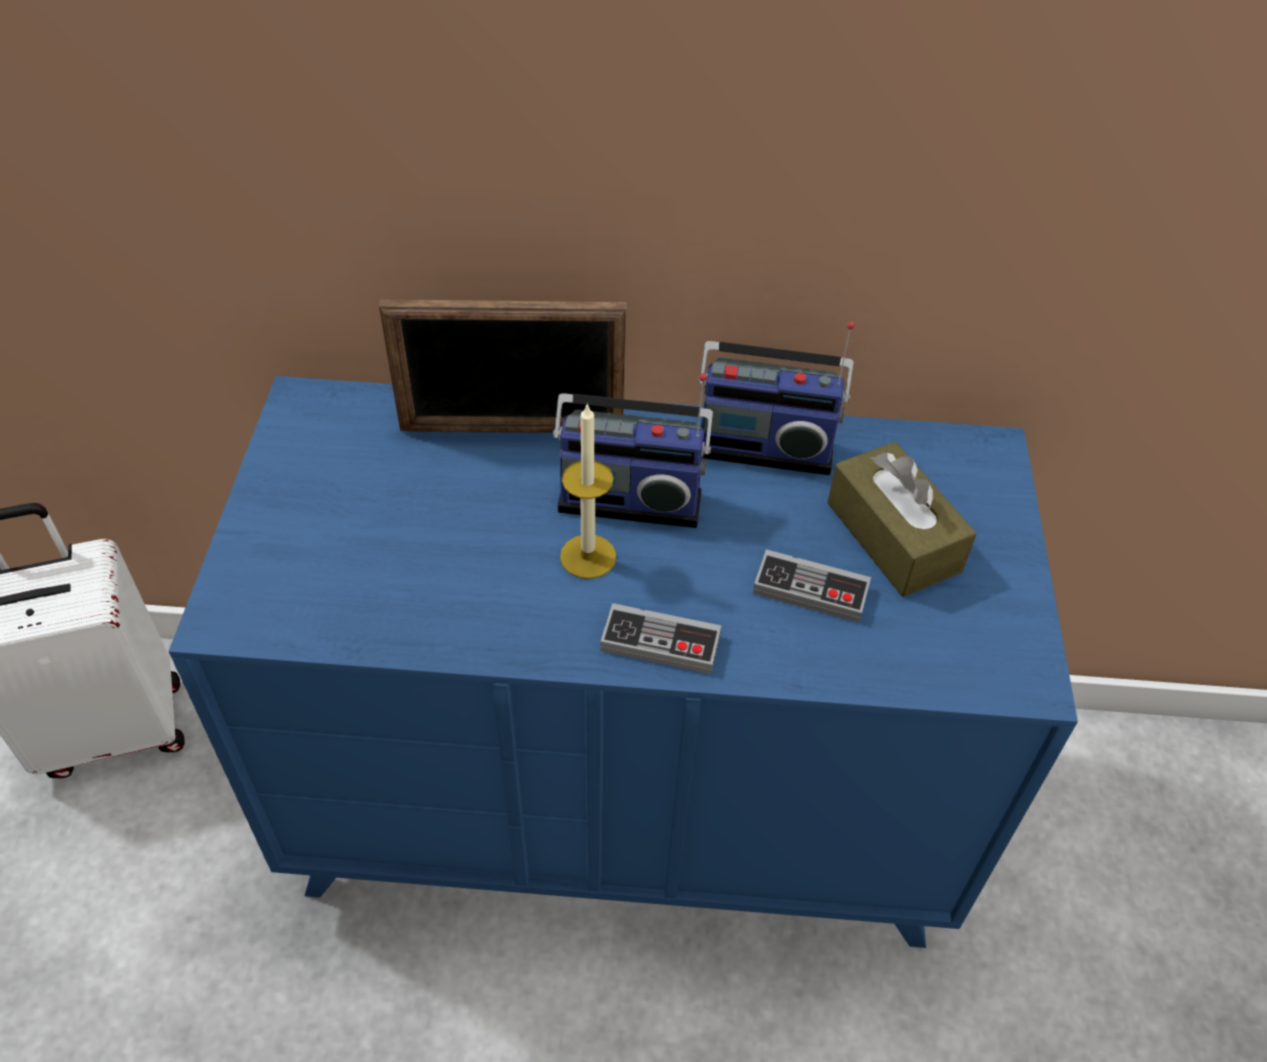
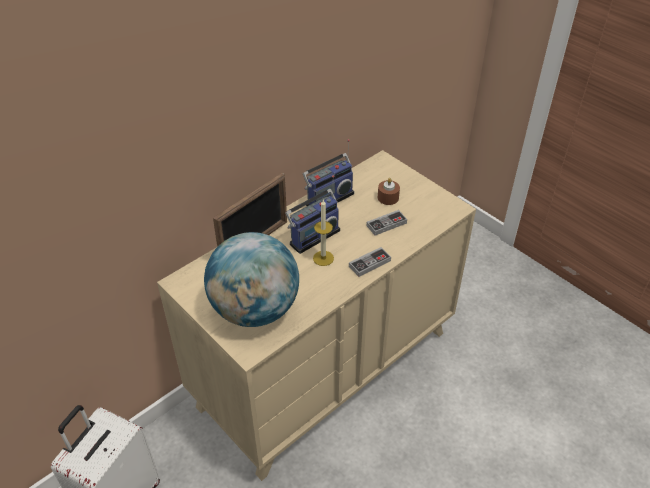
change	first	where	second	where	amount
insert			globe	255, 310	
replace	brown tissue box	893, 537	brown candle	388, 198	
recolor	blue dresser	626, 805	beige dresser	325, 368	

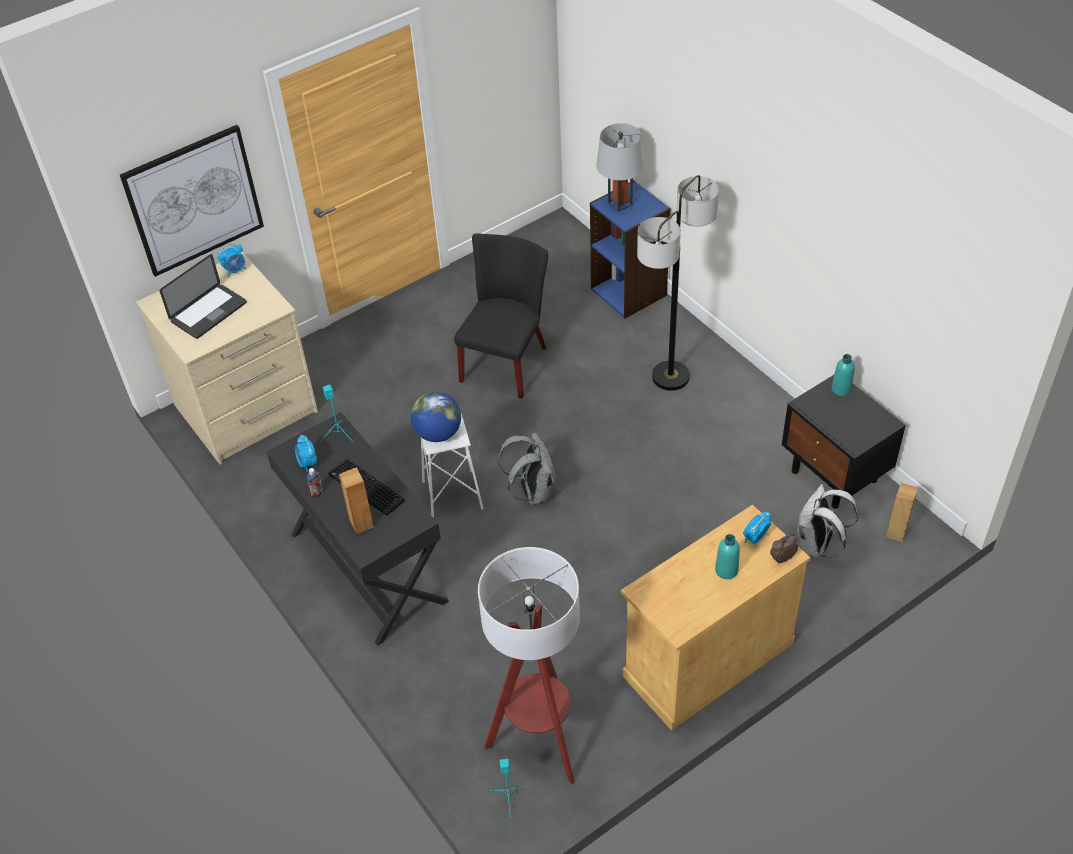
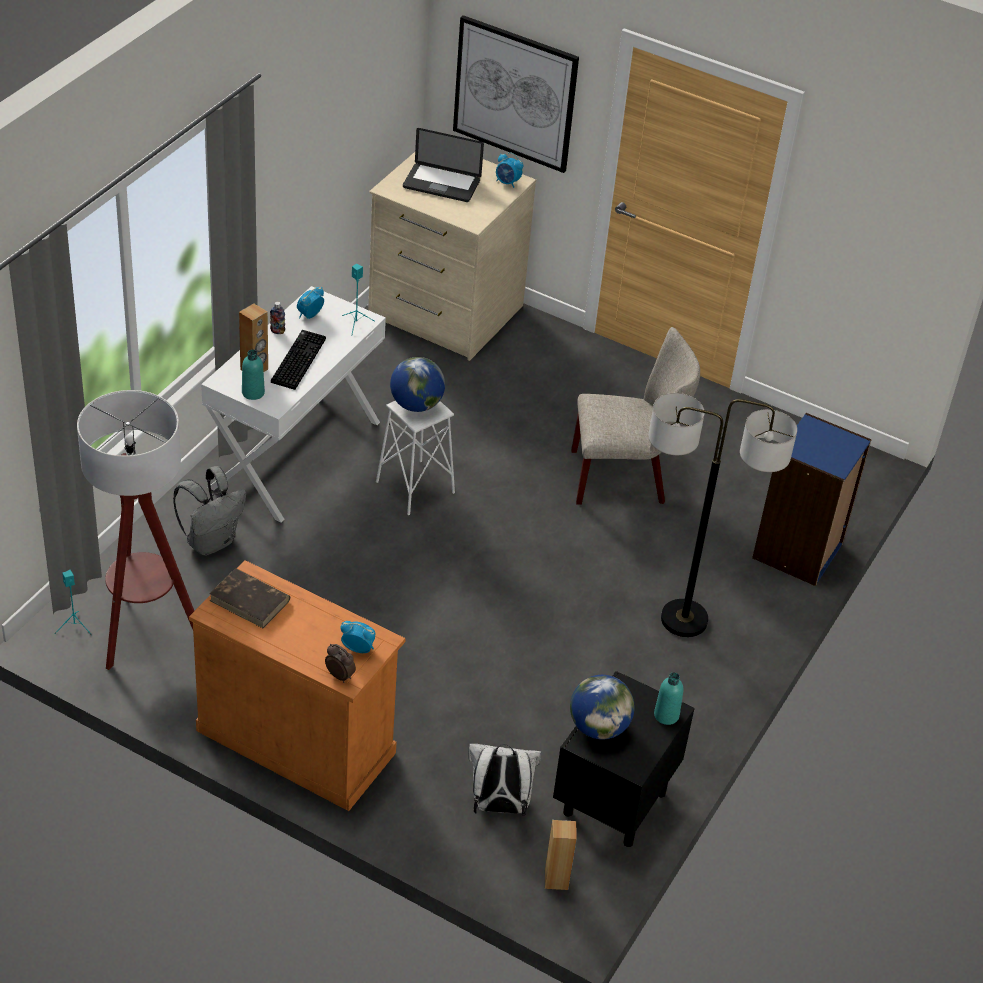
change	first	where	second	where	amount
delete	grey table lamp	620, 203			
insert			brown book	250, 601	
insert			globe	598, 727	
move	grey backpack	532, 492		211, 541	
move	turquoise bottle	726, 570		253, 393	
recolor	black desk	367, 567	white desk	294, 453	
recolor	black chair	507, 360	beige chair	625, 477	
recolor	beige cabinet	707, 659	orange cabinet	296, 741	

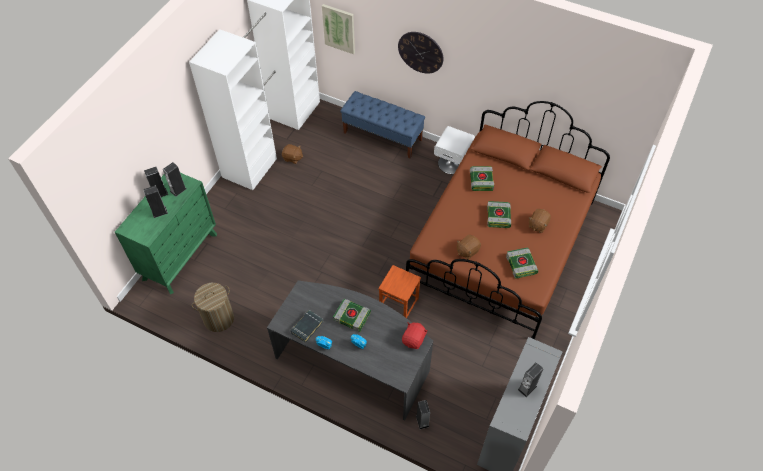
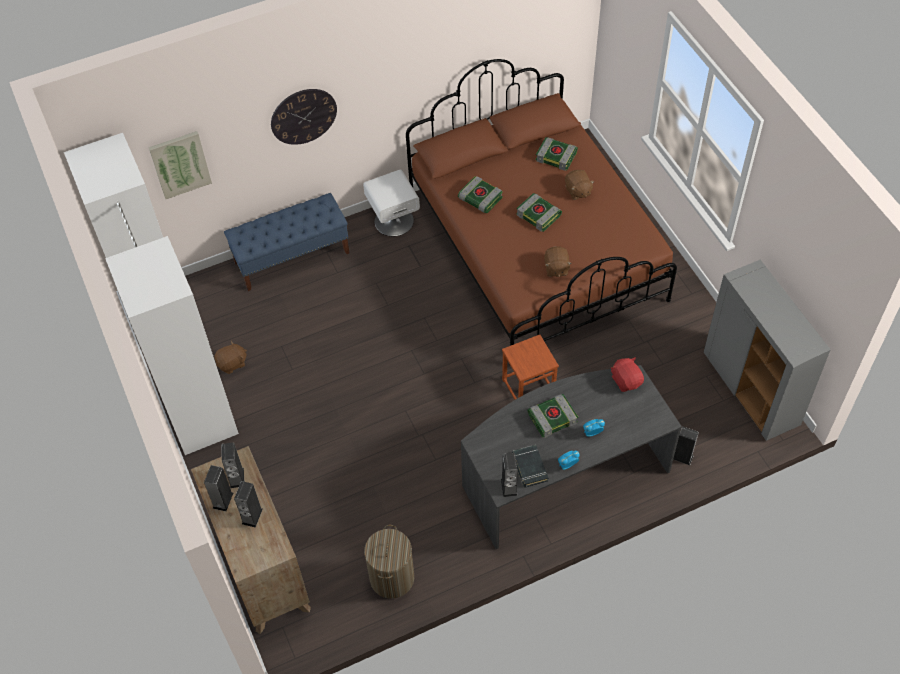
change	first	where	second	where	amount
move	book	522, 265		557, 156	
move	speaker	527, 388		509, 487	
recolor	green dresser	180, 256	brown dresser	262, 570	

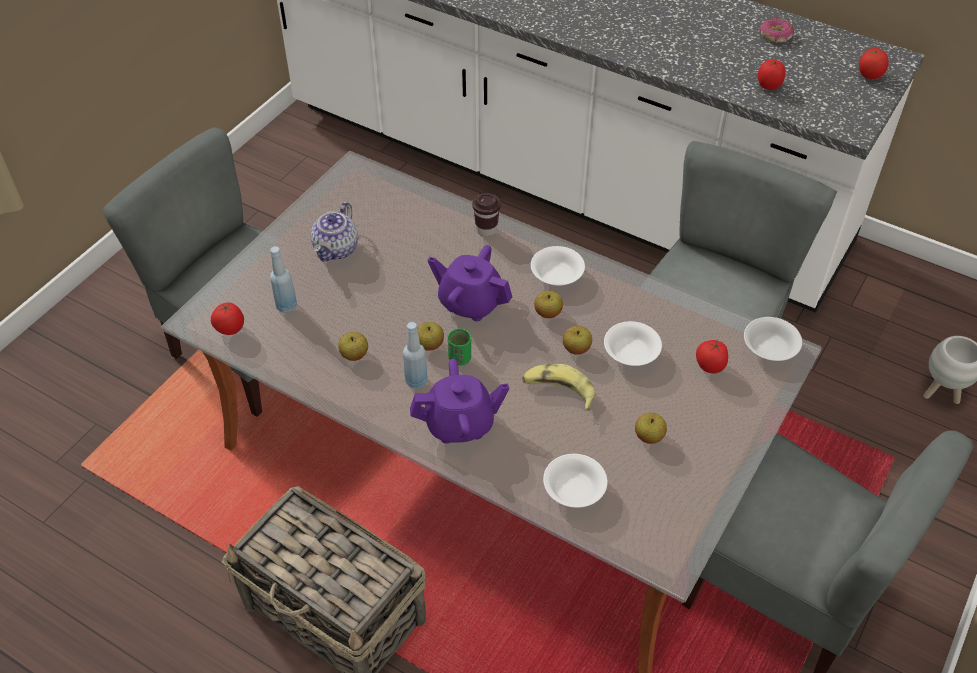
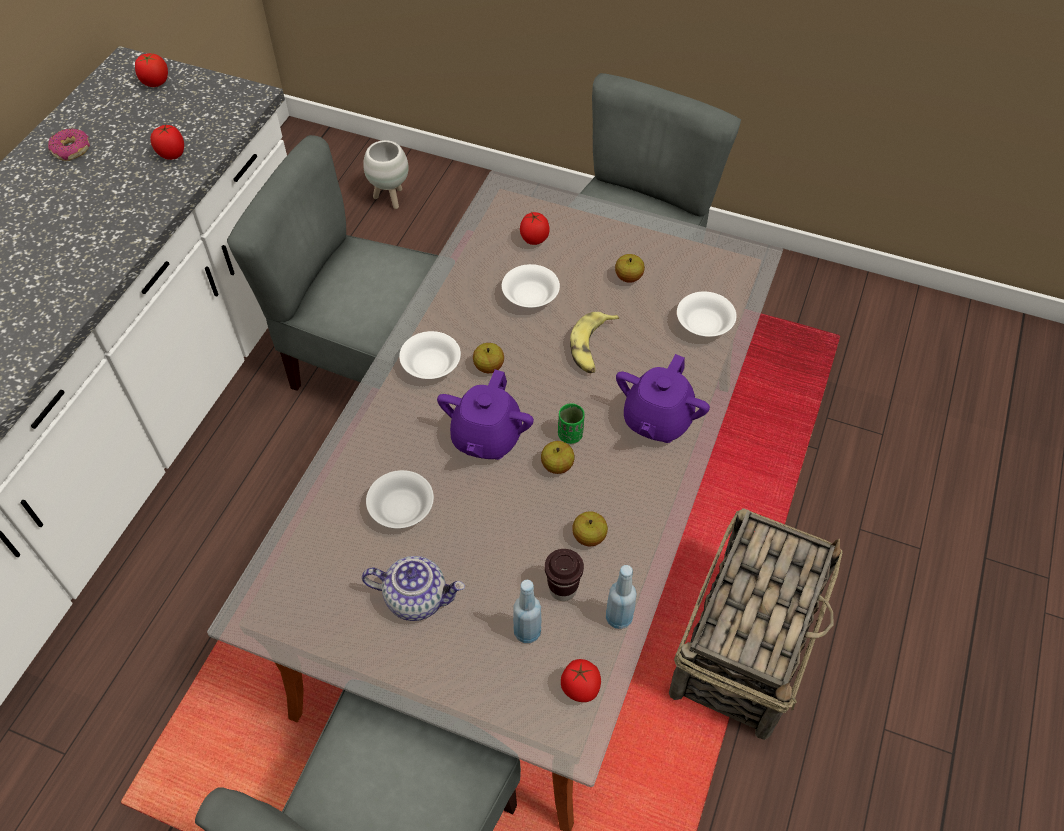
change	first	where	second	where	amount
delete	apple	576, 349			
move	blue bottle	416, 381		619, 617	
move	brown cup	486, 230		562, 589	
move	white bowl	770, 348		401, 507	
rotate	purple teapot	460, 424		657, 420	135 degrees counterclockwise

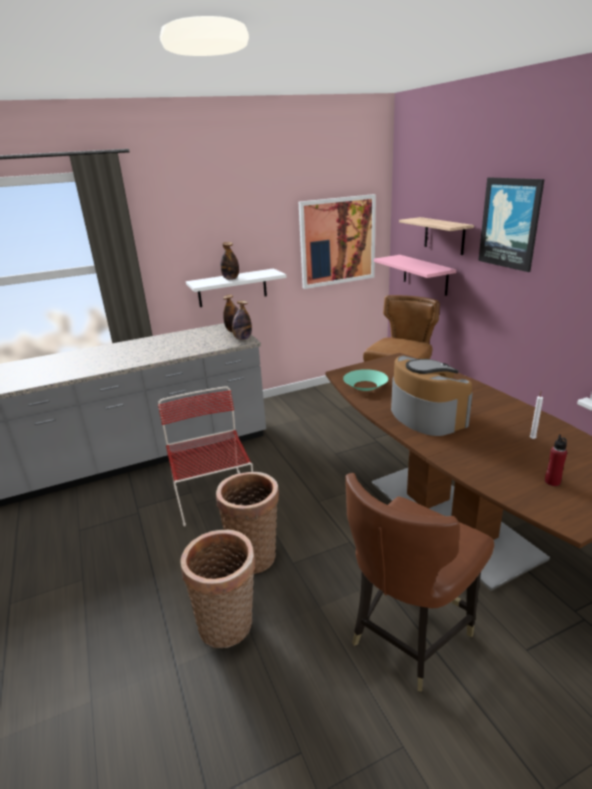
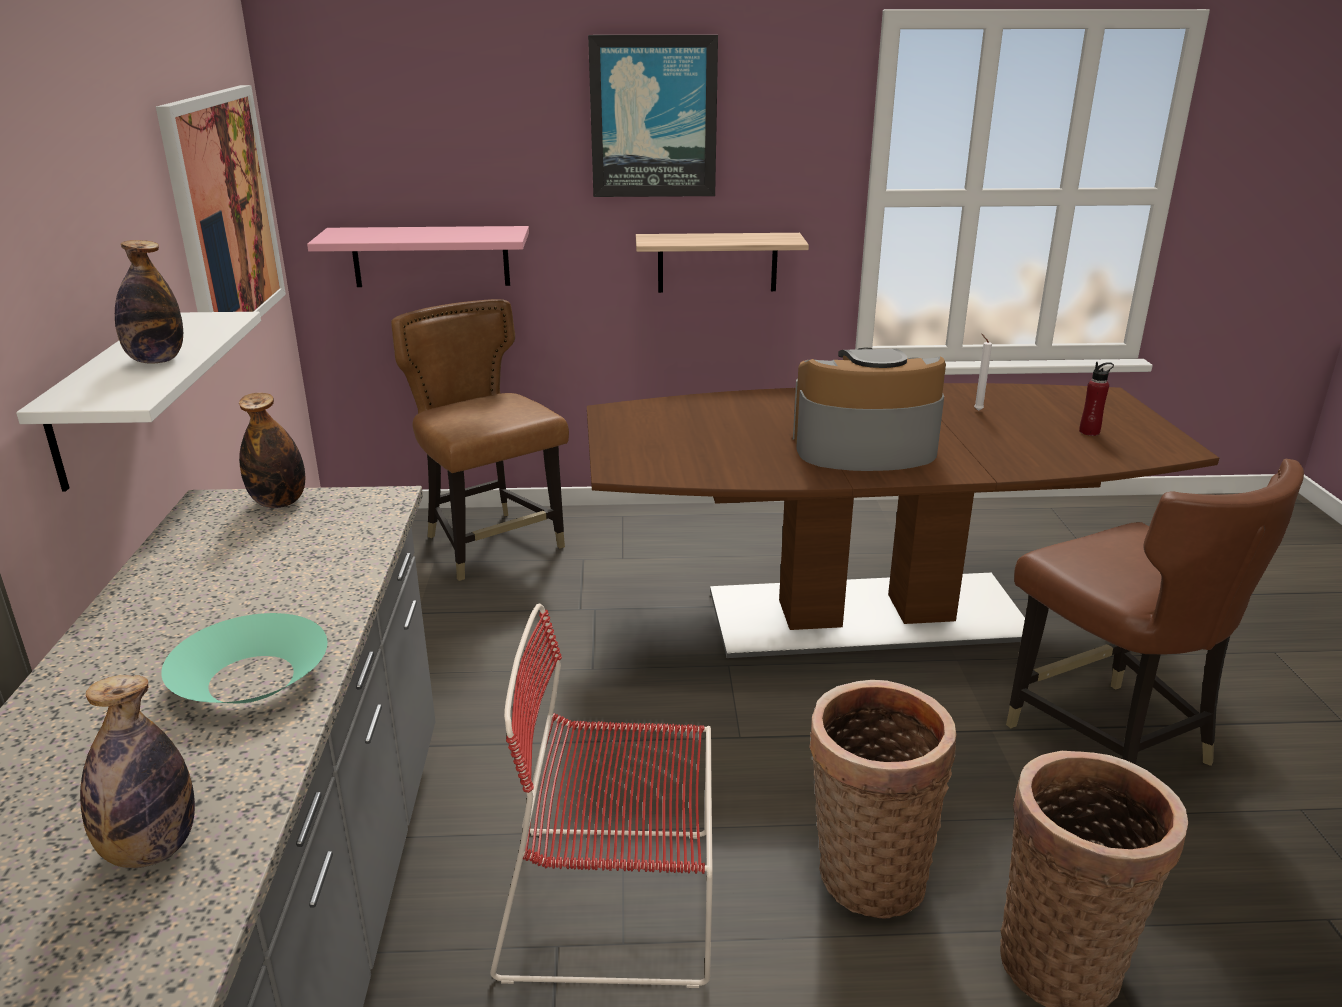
change	first	where	second	where	amount
move	bottle	242, 339		151, 850	
move	turquoise bowl	365, 385		251, 678	
move	shelf	444, 235		717, 262	

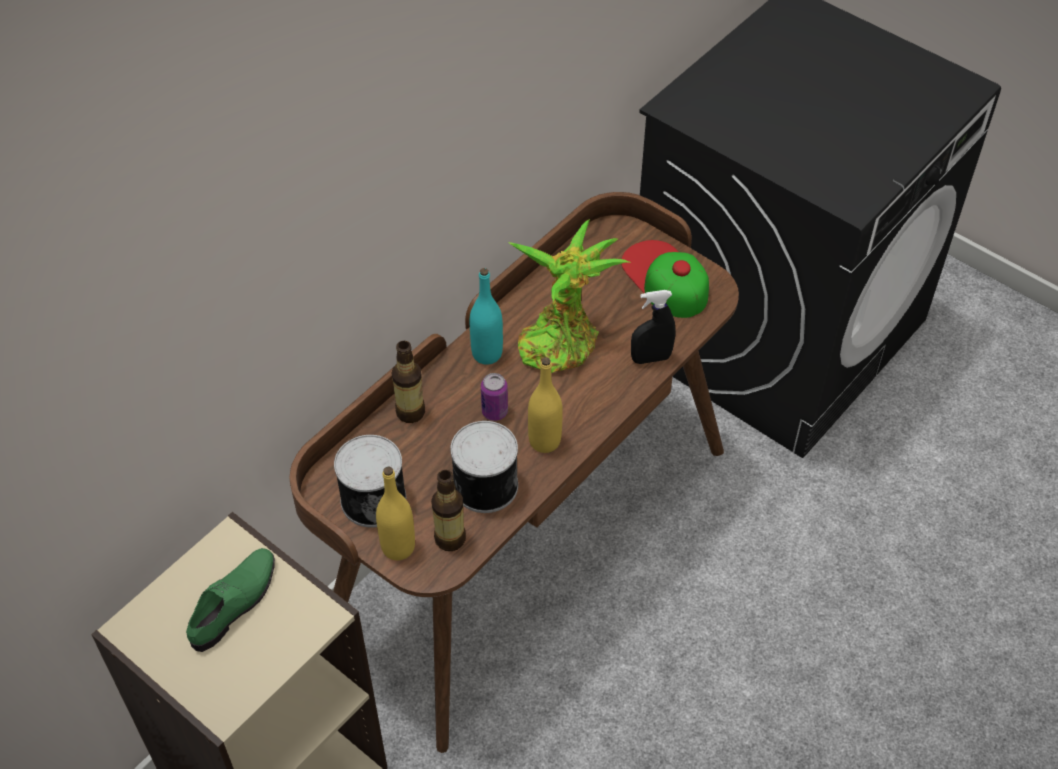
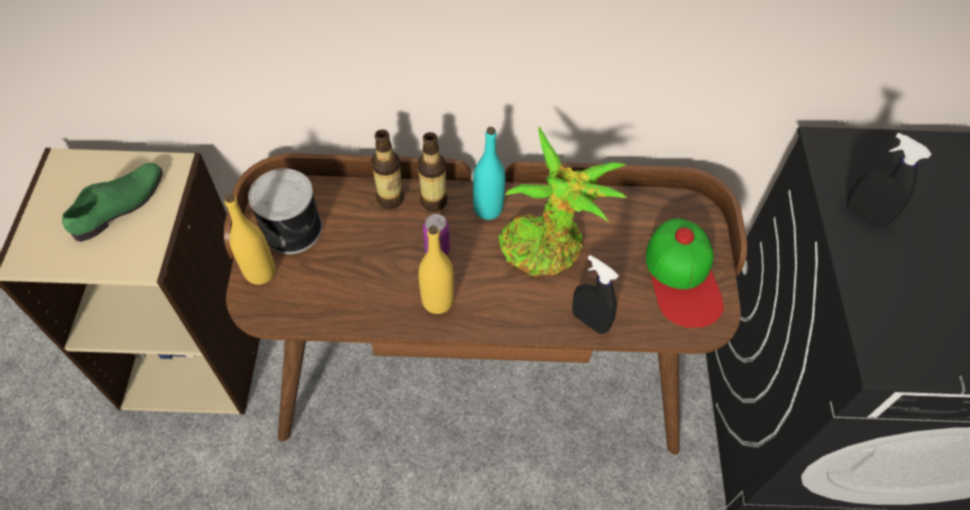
change	first	where	second	where	amount
delete	can	483, 485			
insert			black spray bottle	865, 216	
move	bottle	450, 539		433, 201	
rotate	green shoe	235, 603		120, 205	45 degrees counterclockwise
rotate	cap	665, 279		683, 277	150 degrees clockwise

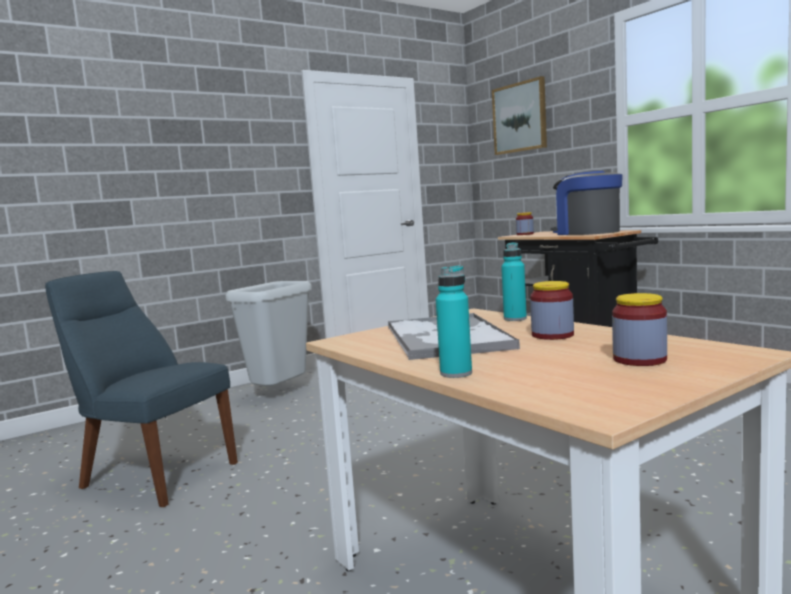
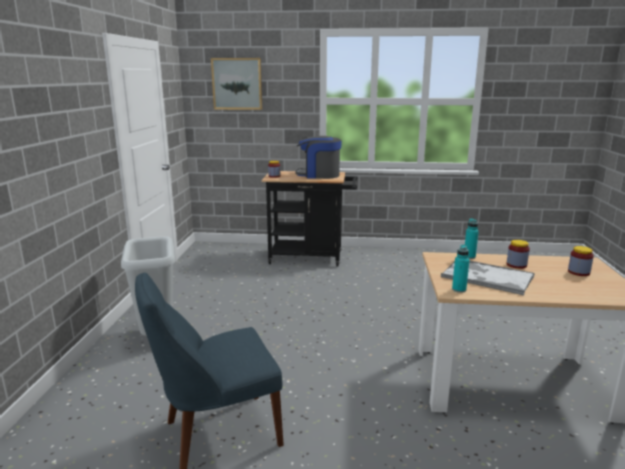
change	first	where	second	where	amount
move	turquoise bottle	456, 373		459, 289	

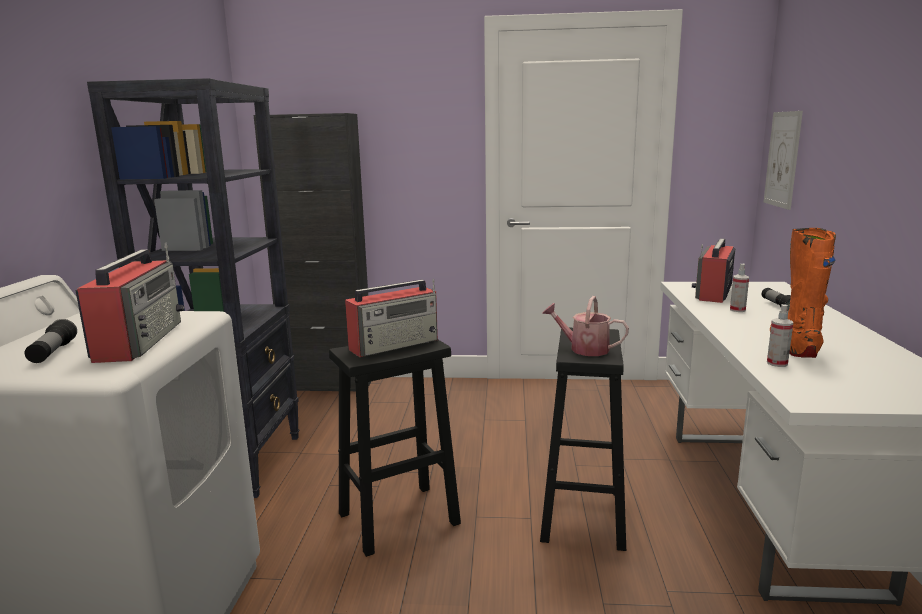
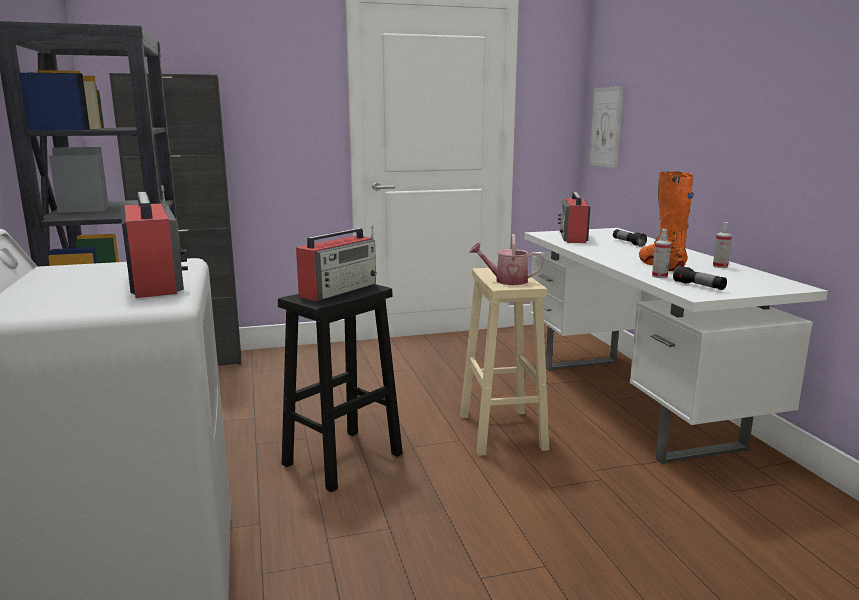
change	first	where	second	where	amount
move	flashlight	53, 353		698, 286	
move	spray bottle	737, 310		720, 266	
recolor	black stool	582, 514	beige stool	501, 431	

